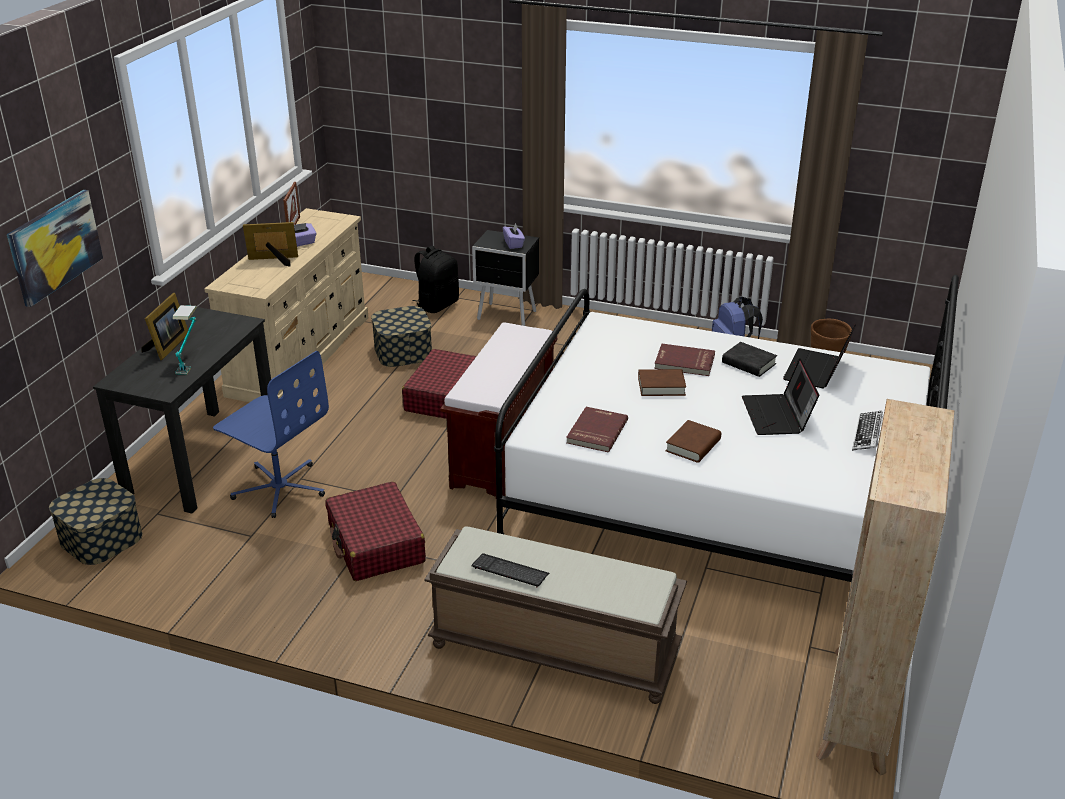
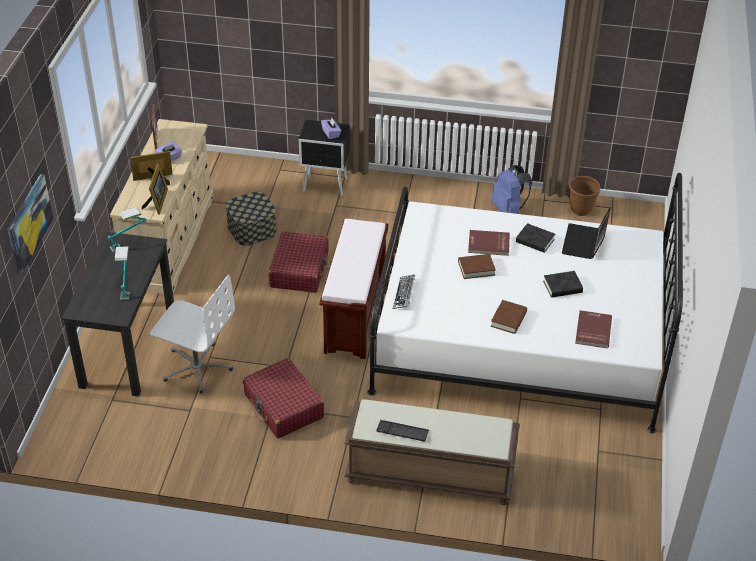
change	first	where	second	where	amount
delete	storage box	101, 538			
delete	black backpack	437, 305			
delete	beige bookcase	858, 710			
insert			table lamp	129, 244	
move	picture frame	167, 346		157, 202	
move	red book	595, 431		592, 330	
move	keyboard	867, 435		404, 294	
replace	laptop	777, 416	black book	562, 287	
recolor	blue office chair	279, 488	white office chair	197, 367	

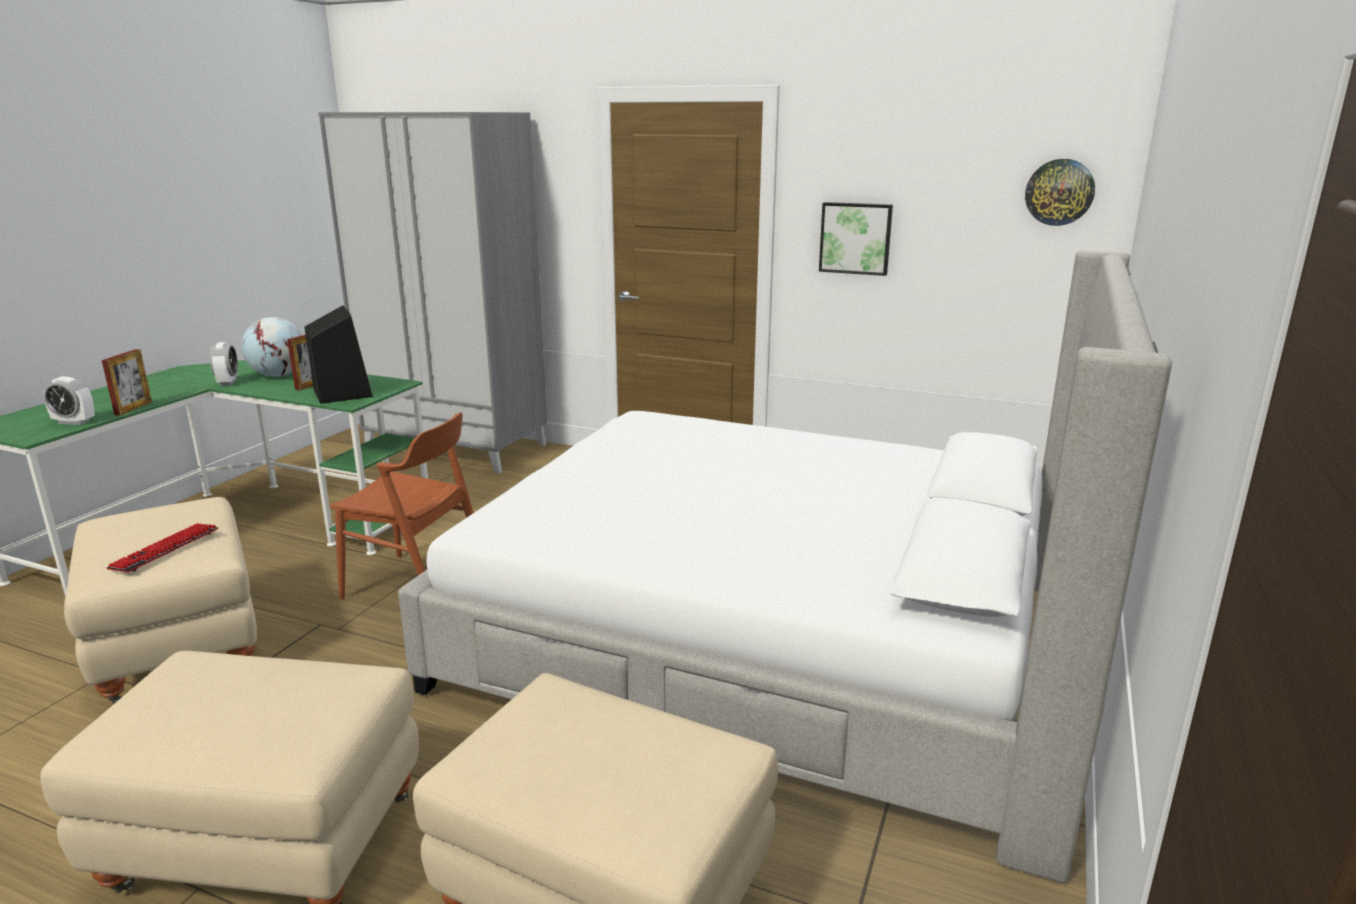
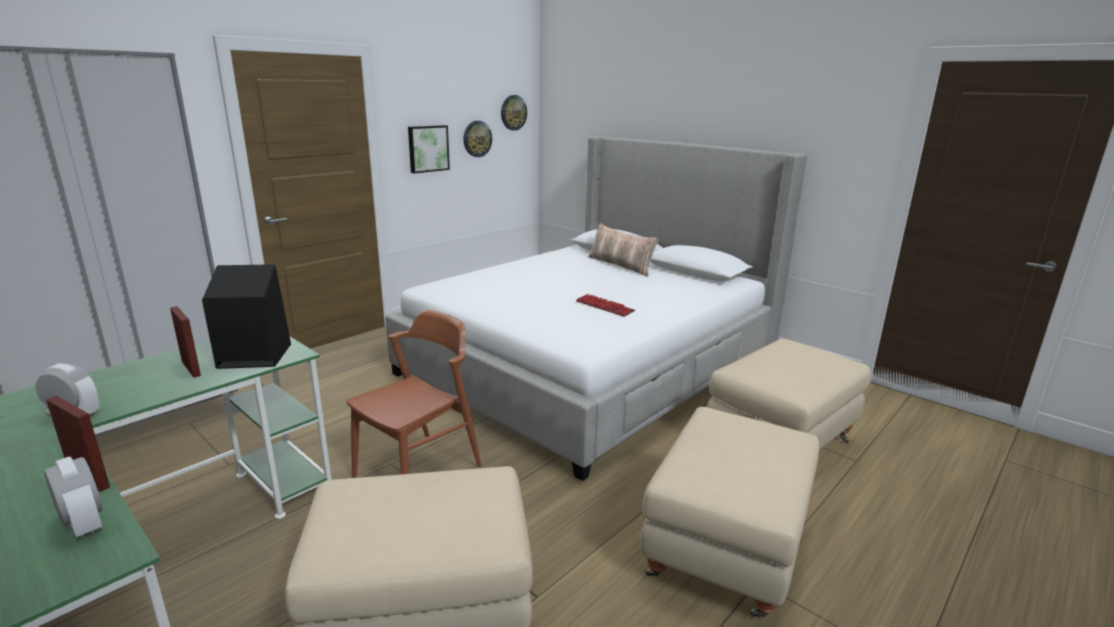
change	first	where	second	where	amount
delete	globe	279, 375			
insert			wall clock	477, 139	
insert			pillow	621, 265	
move	keyboard	165, 549		604, 307	
rotate	alarm clock	74, 422		84, 525	75 degrees counterclockwise

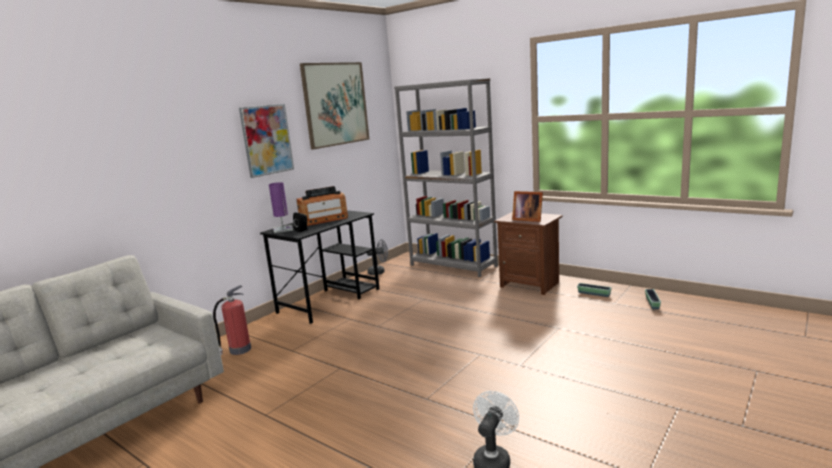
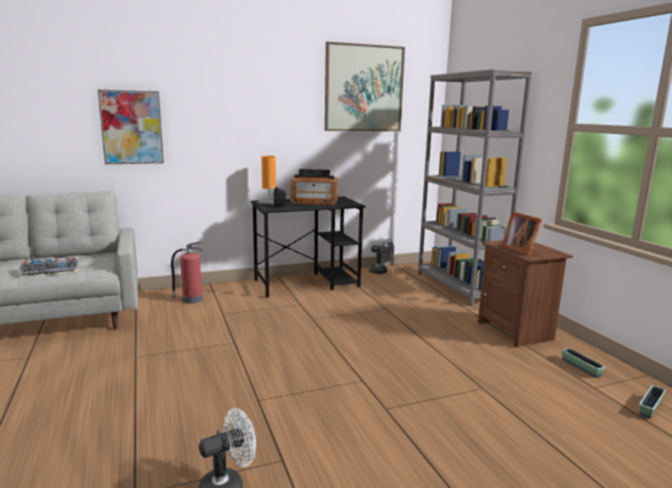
change	first	where	second	where	amount
insert			keyboard	51, 271	
move	picture	267, 140		131, 127	
recolor	purple table lamp	283, 229	orange table lamp	269, 202	

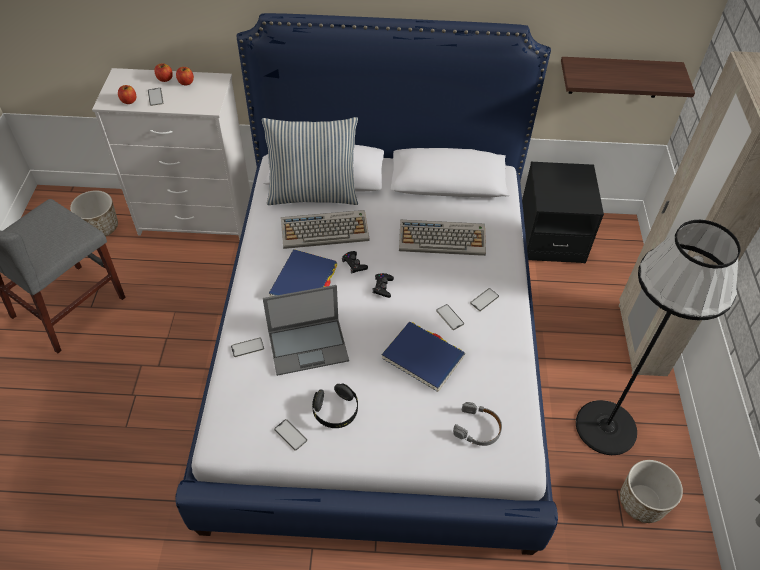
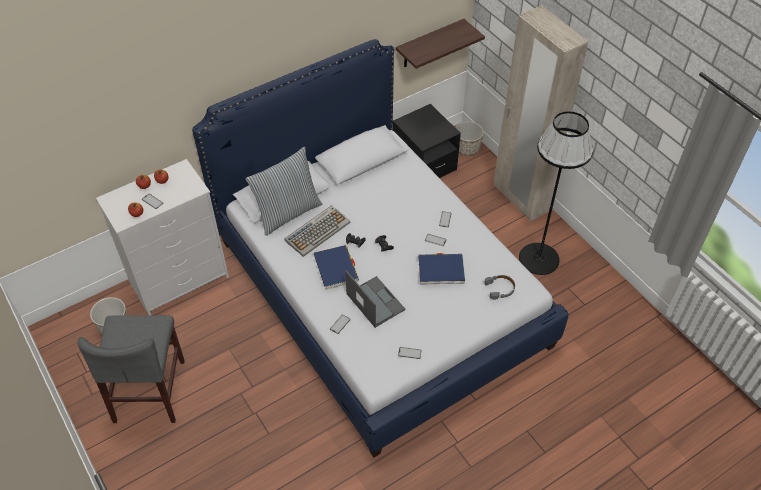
change	first	where	second	where	amount
delete	black headphones	336, 411			
delete	keyboard	442, 238			
move	planter	641, 502		467, 148	
rotate	laptop	309, 345		374, 301	75 degrees counterclockwise

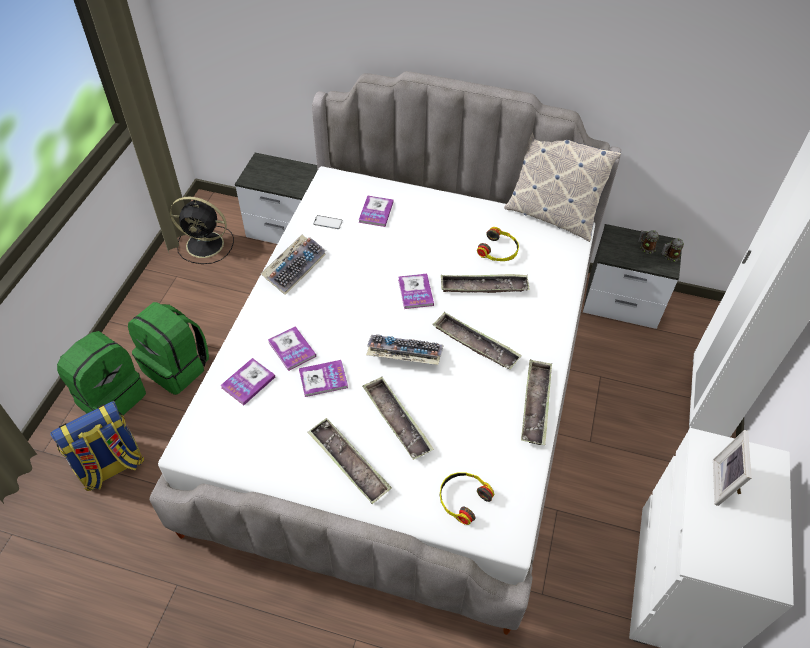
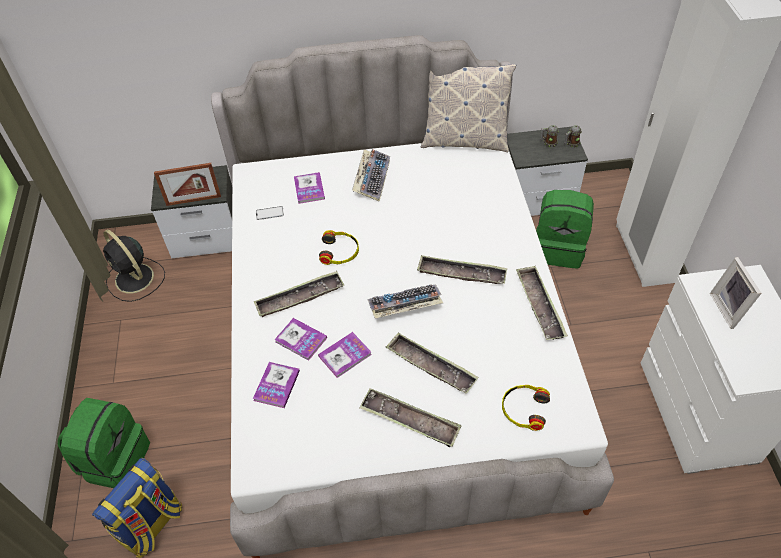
change	first	where	second	where	amount
delete	book	415, 292			
insert			picture frame	193, 200	
move	green backpack	177, 367		559, 249	
move	keyboard	294, 267		371, 178	
move	tray	483, 287		299, 297	
move	headphones	499, 250		340, 252	
rotate	black fan	206, 245		135, 279	60 degrees clockwise

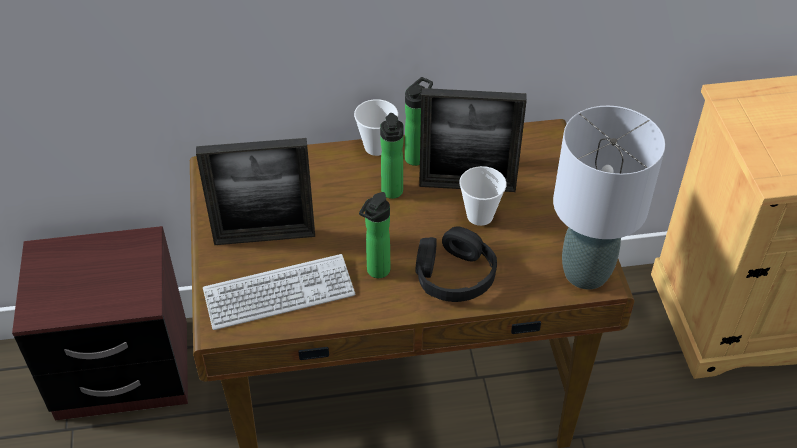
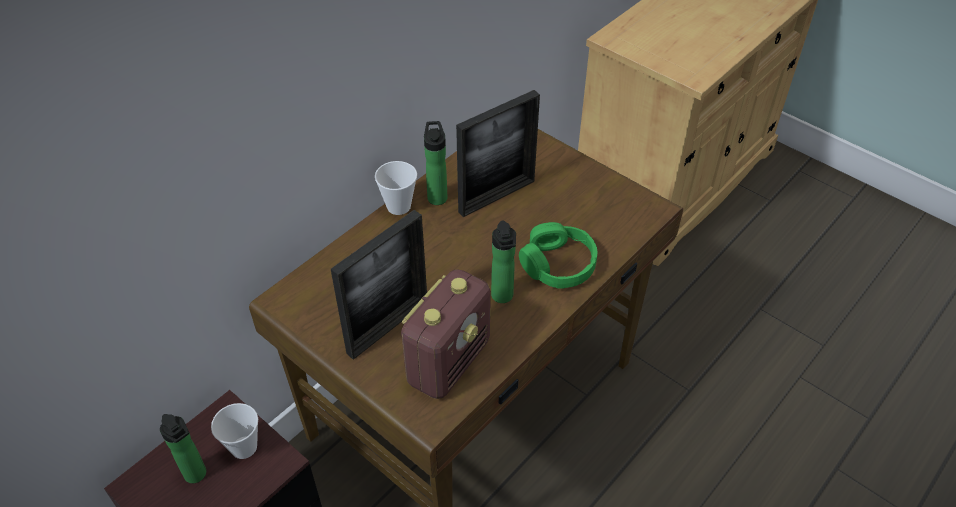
change	first	where	second	where	amount
delete	grey table lamp	584, 273			
move	bottle	392, 194		197, 476	
move	cup	480, 216		244, 447	
replace	keyboard	279, 293	radio	449, 361	
recolor	black headphones	454, 275	green headphones	558, 264	

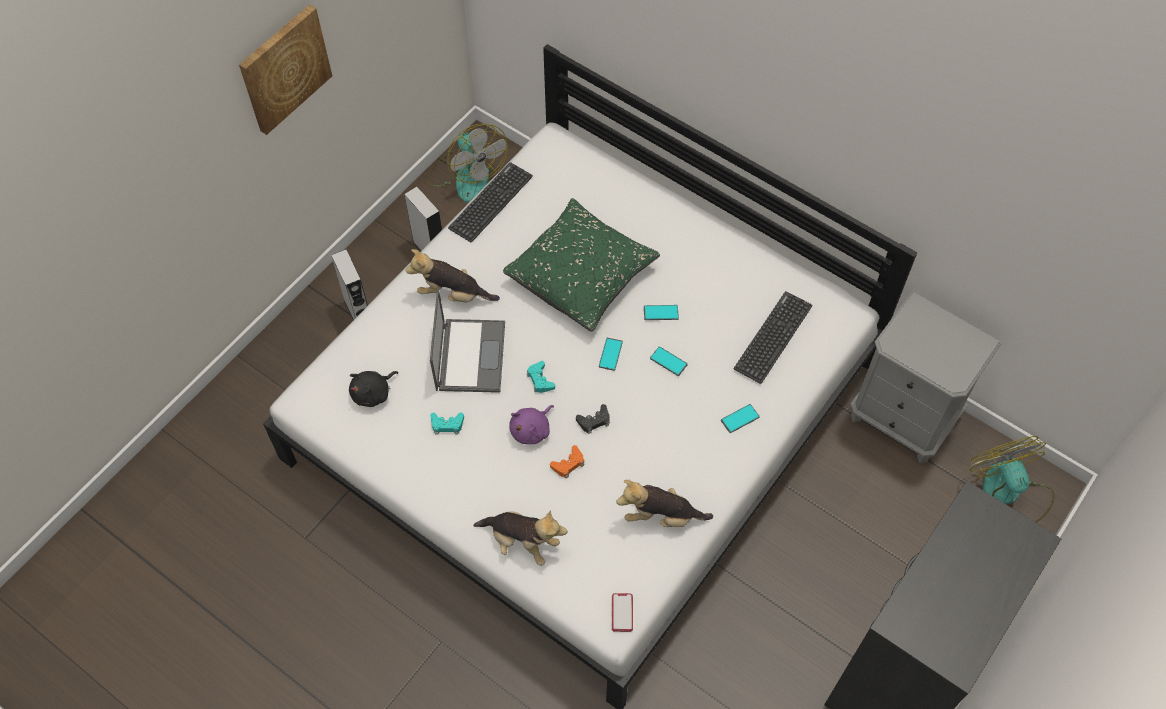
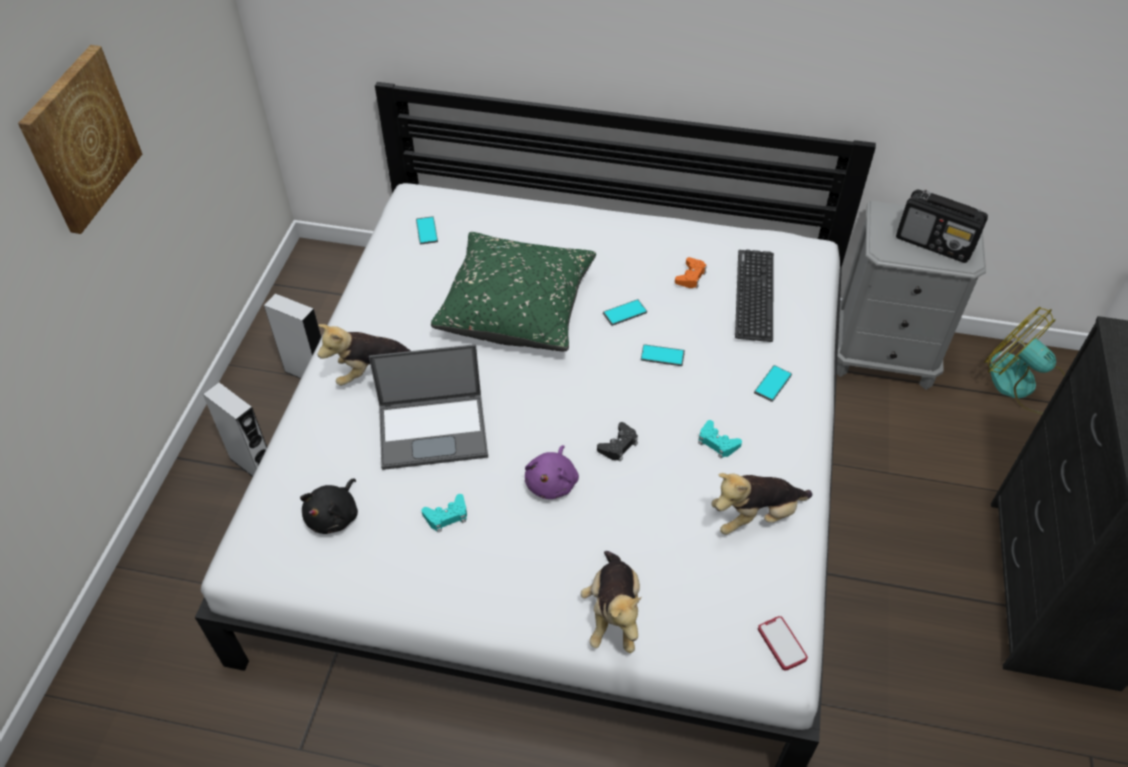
change	first	where	second	where	amount
delete	fan	466, 174			
delete	keyboard	491, 202			
insert			radio	935, 244	
move	turquoise game controller	540, 380		717, 443	
move	orange game controller	568, 464		690, 276	
move	phone	610, 354		426, 231	
rotate	laptop	470, 355		434, 430	105 degrees clockwise
rotate	plush toy	521, 542		613, 613	90 degrees clockwise

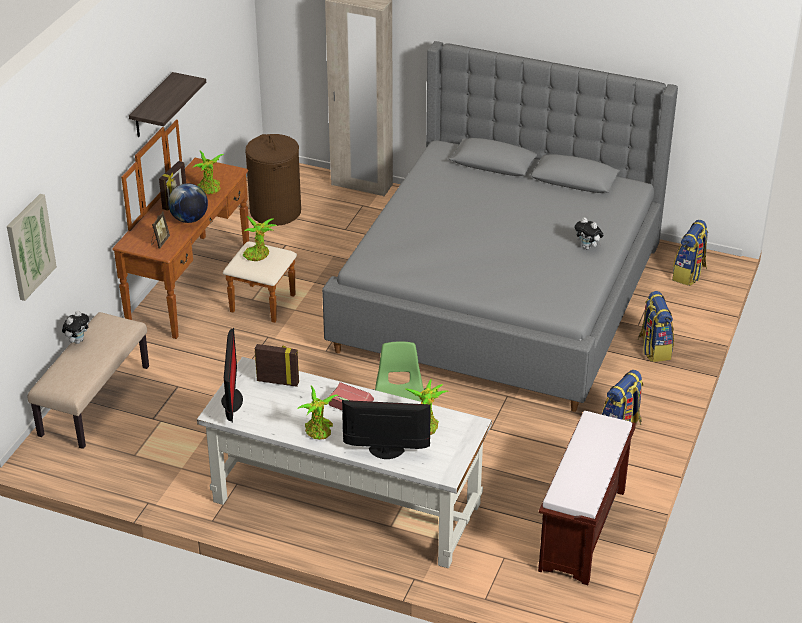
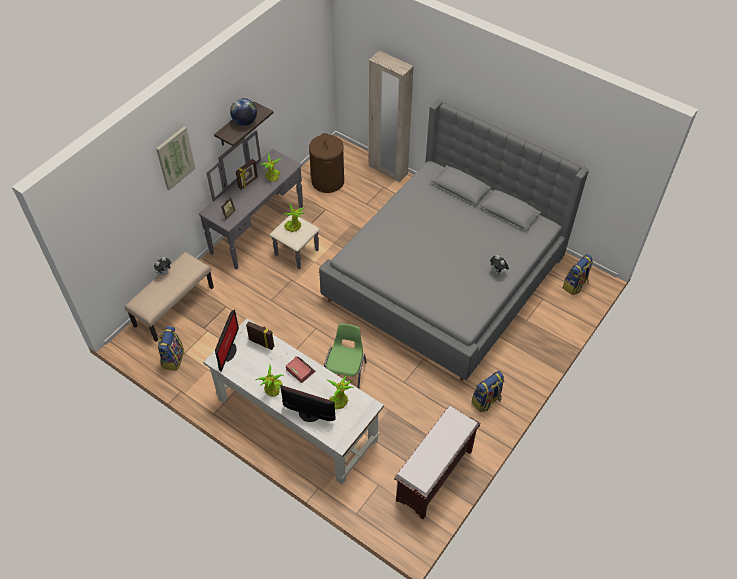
change	first	where	second	where	amount
move	picture	30, 246		175, 158	
move	globe	189, 219		245, 122	
move	backpack	654, 349		173, 358	
recolor	brown dresser	206, 289	grey dresser	266, 234	

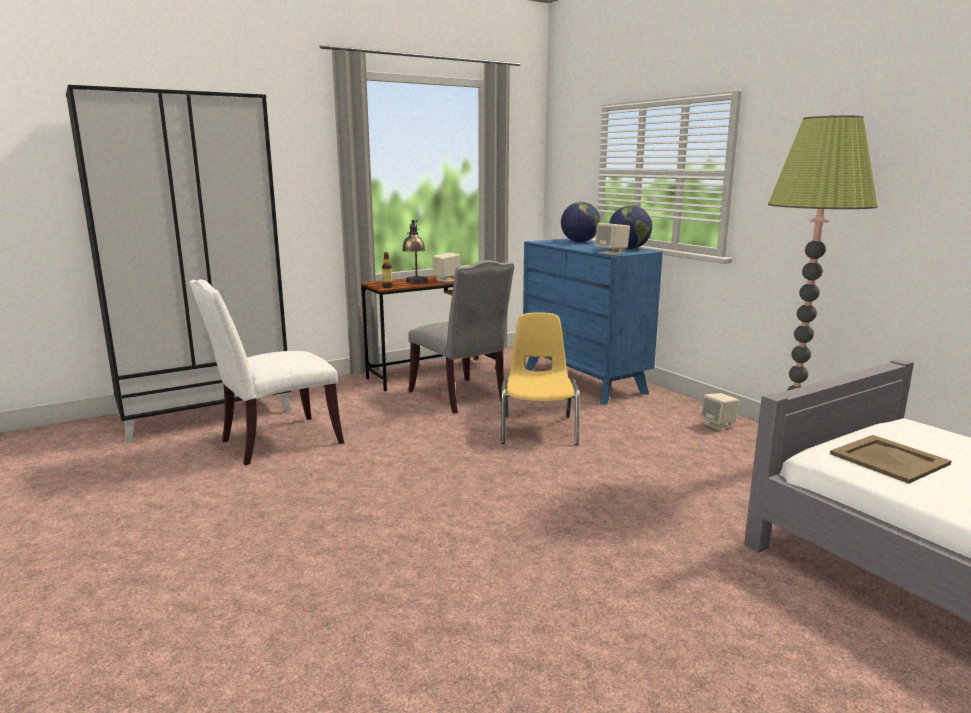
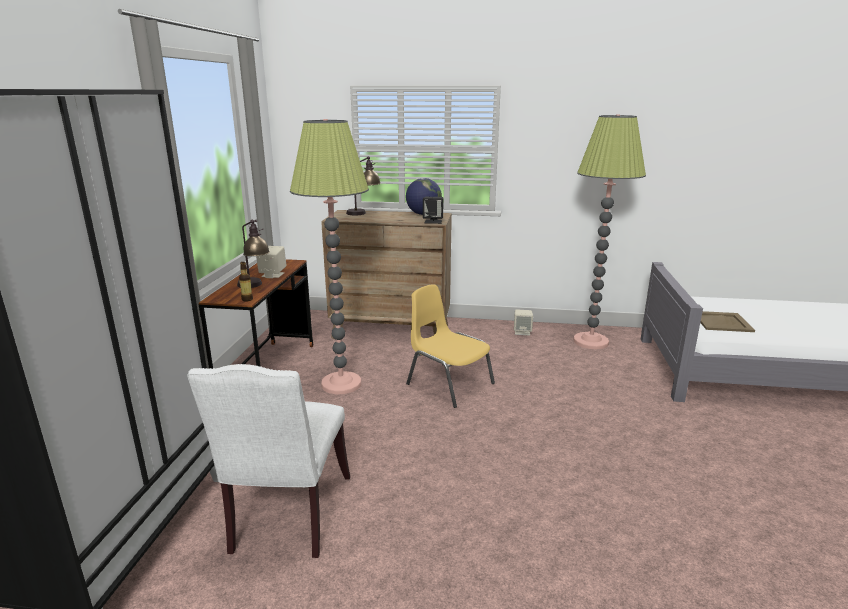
change	first	where	second	where	amount
replace	grey chair	461, 397	floor lamp	341, 384	
replace	globe	579, 242	table lamp	363, 213	
recolor	blue dresser	583, 381	brown dresser	391, 331	
recolor	beige speaker	612, 253	black speaker	433, 221	

